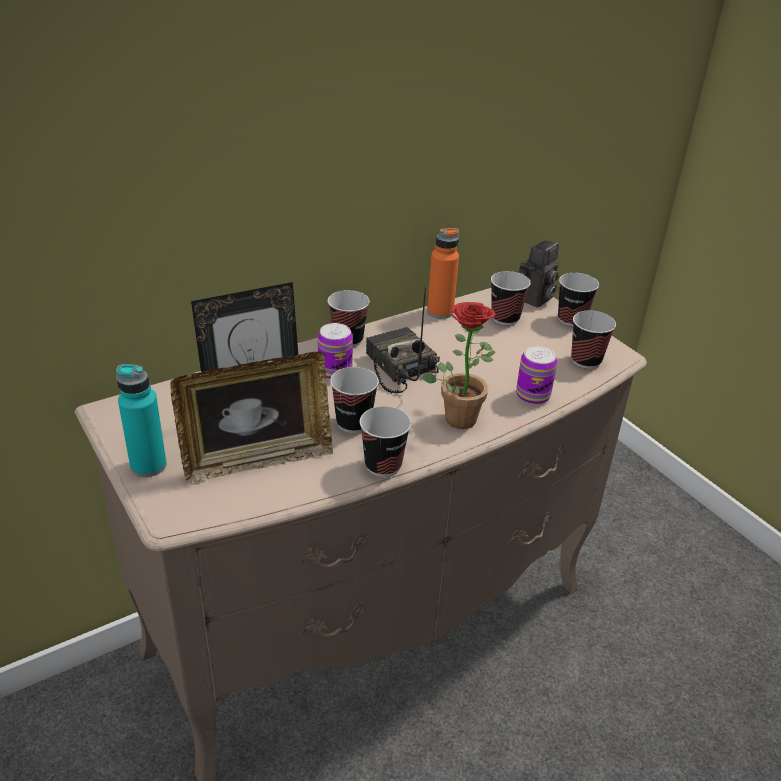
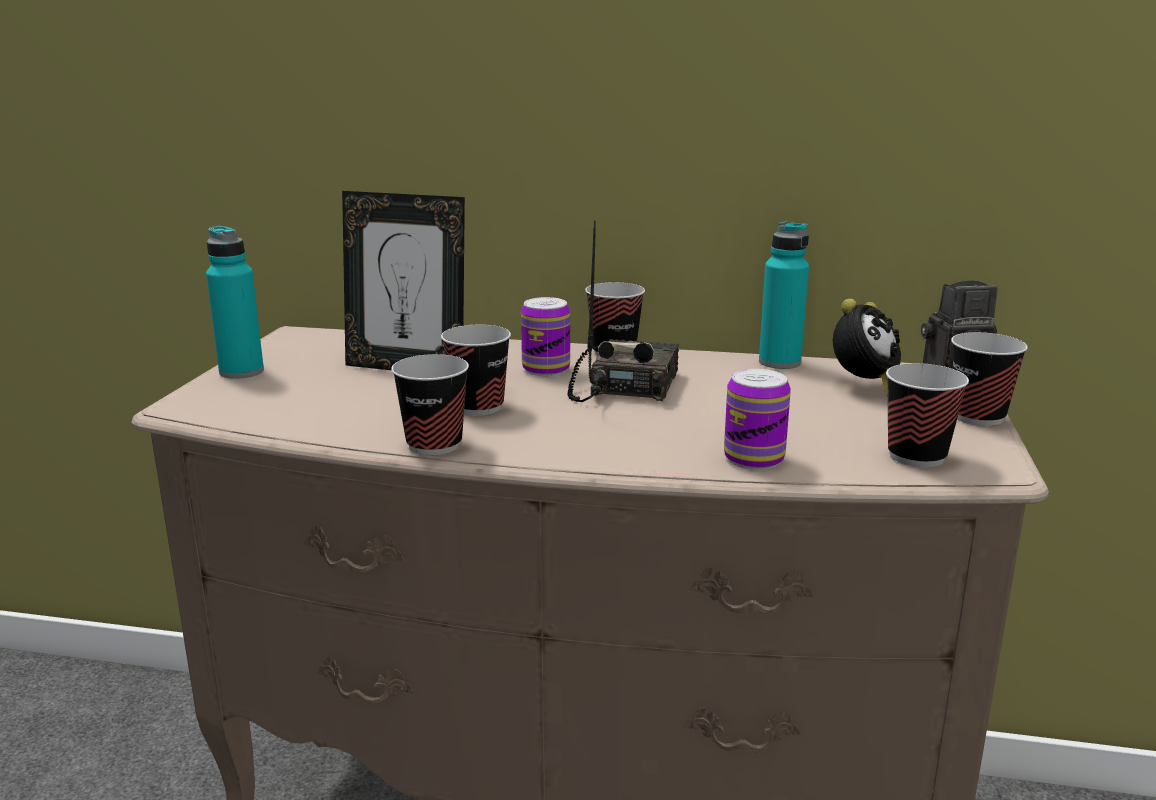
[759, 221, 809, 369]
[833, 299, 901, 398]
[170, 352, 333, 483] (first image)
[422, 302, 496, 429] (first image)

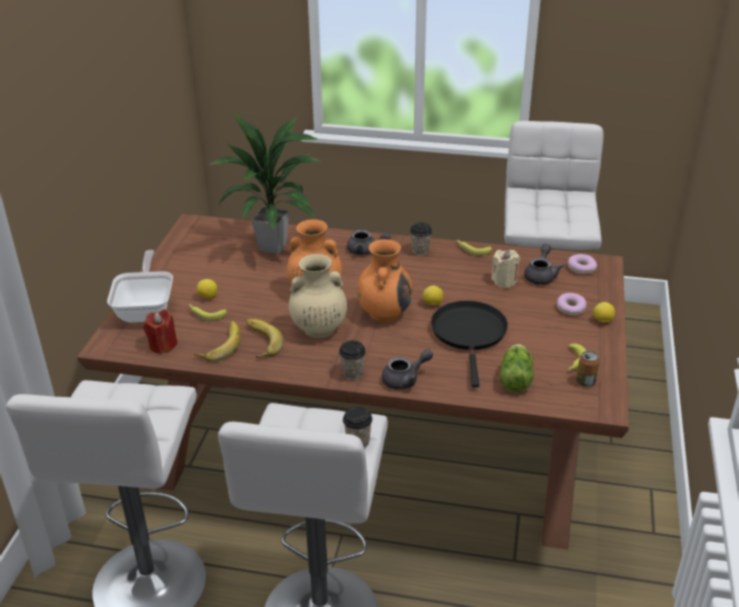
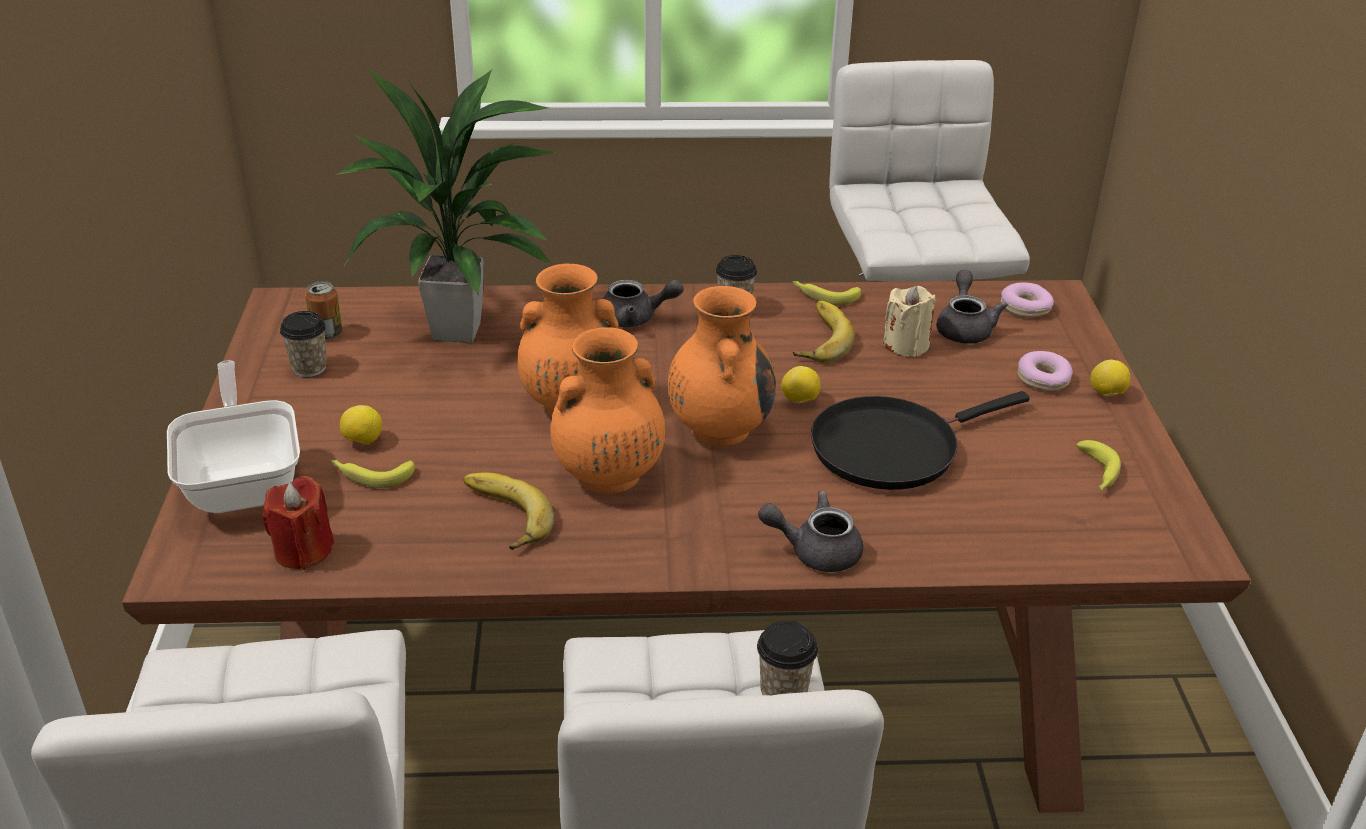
[280, 311, 327, 377]
[305, 281, 342, 340]
[550, 327, 666, 494]
[758, 491, 863, 572]
[793, 301, 855, 363]
[811, 391, 1030, 490]
[500, 344, 534, 393] (first image)

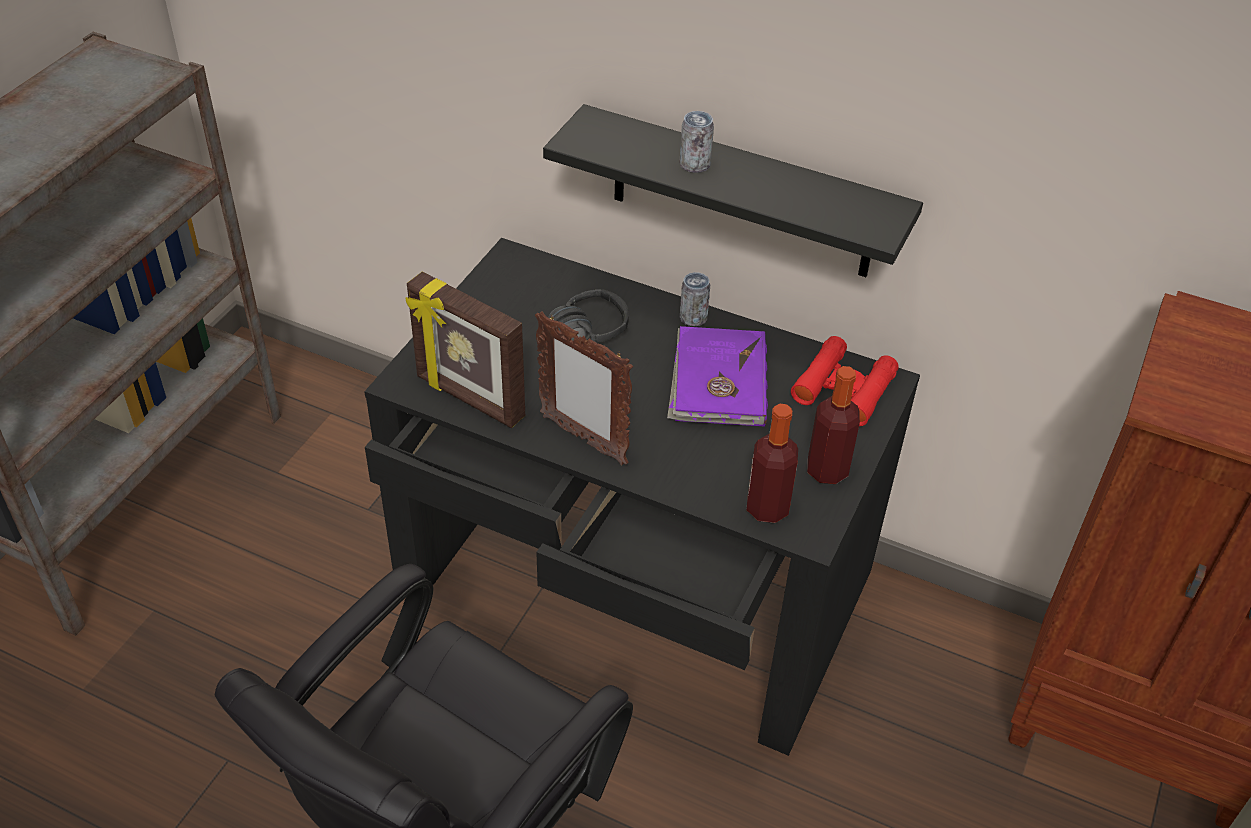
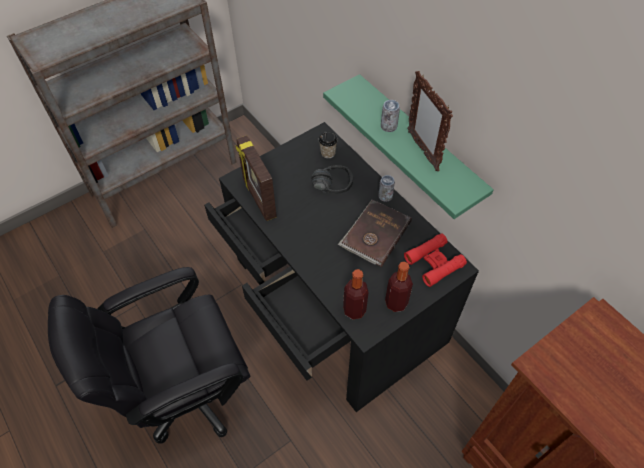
[319, 131, 338, 159]
[323, 74, 494, 219]
[338, 199, 412, 267]
[407, 71, 453, 171]

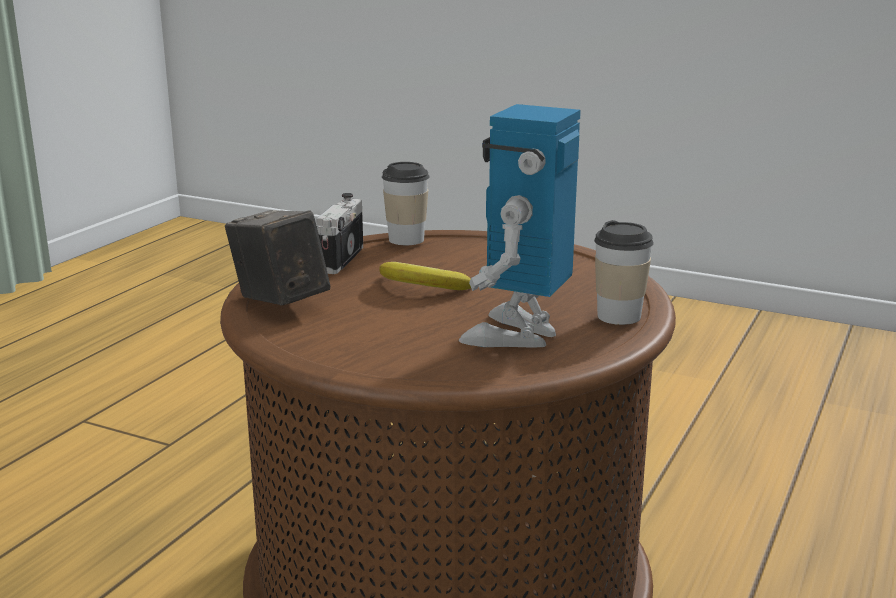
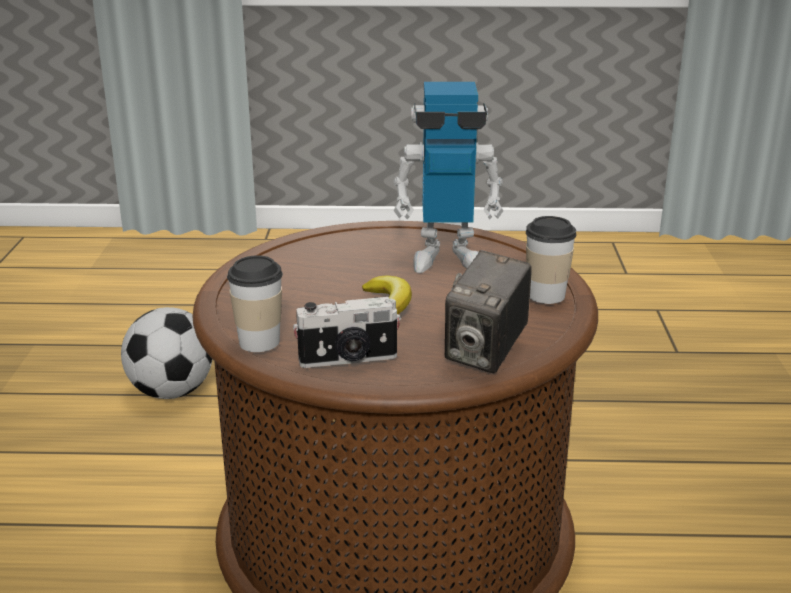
[121, 307, 212, 399]
[526, 216, 576, 304]

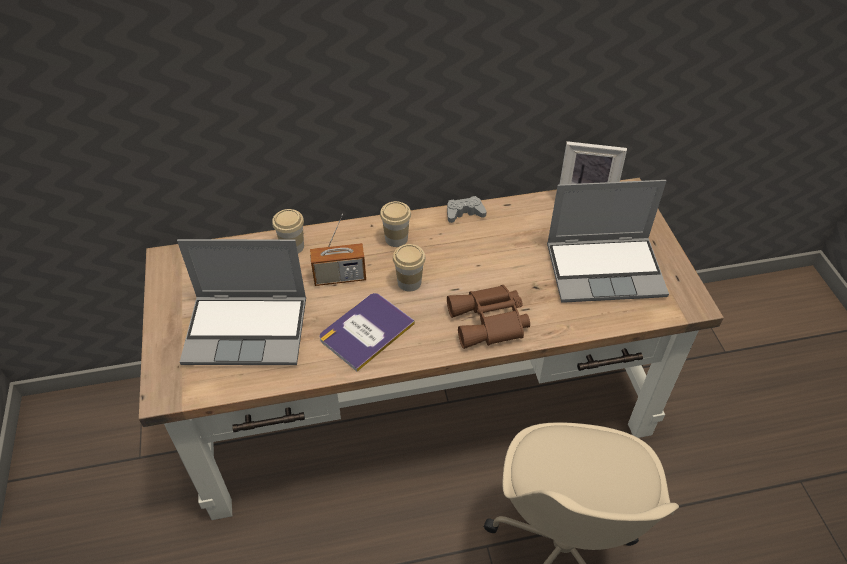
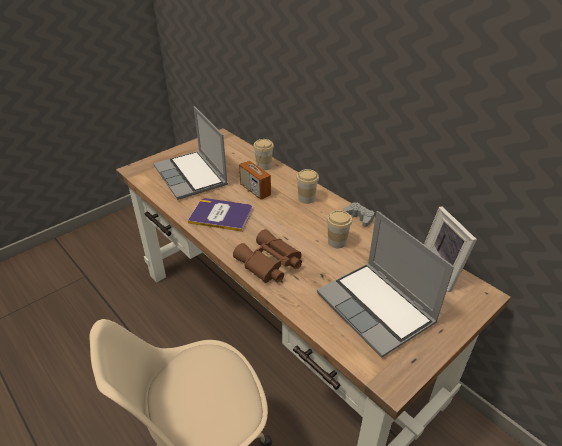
[327, 210, 352, 248]

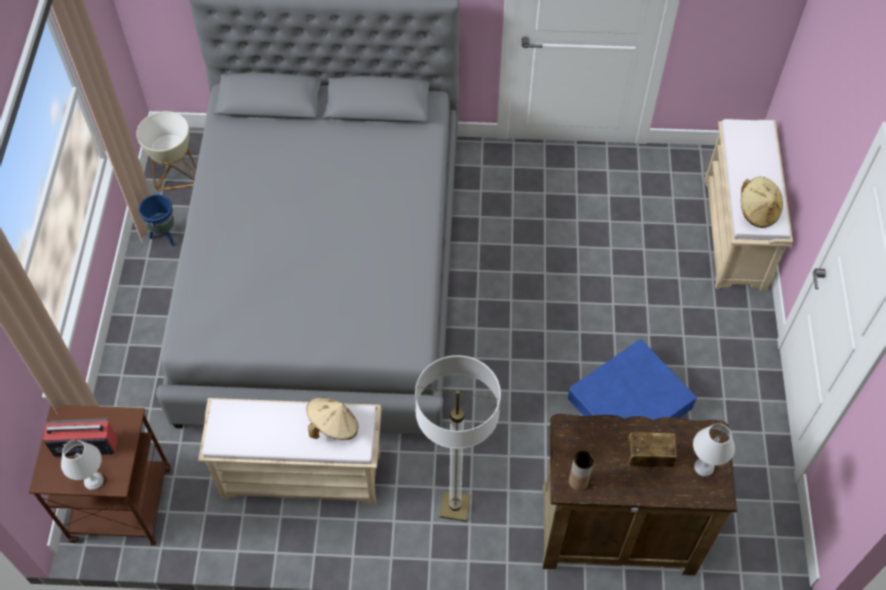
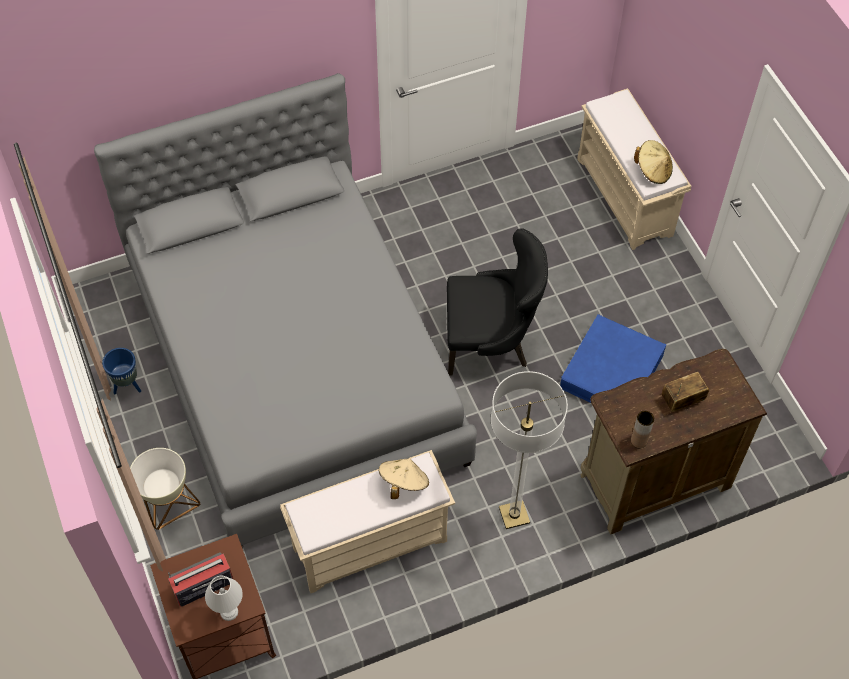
[130, 448, 200, 530]
[447, 228, 548, 375]
[693, 423, 735, 477] (first image)

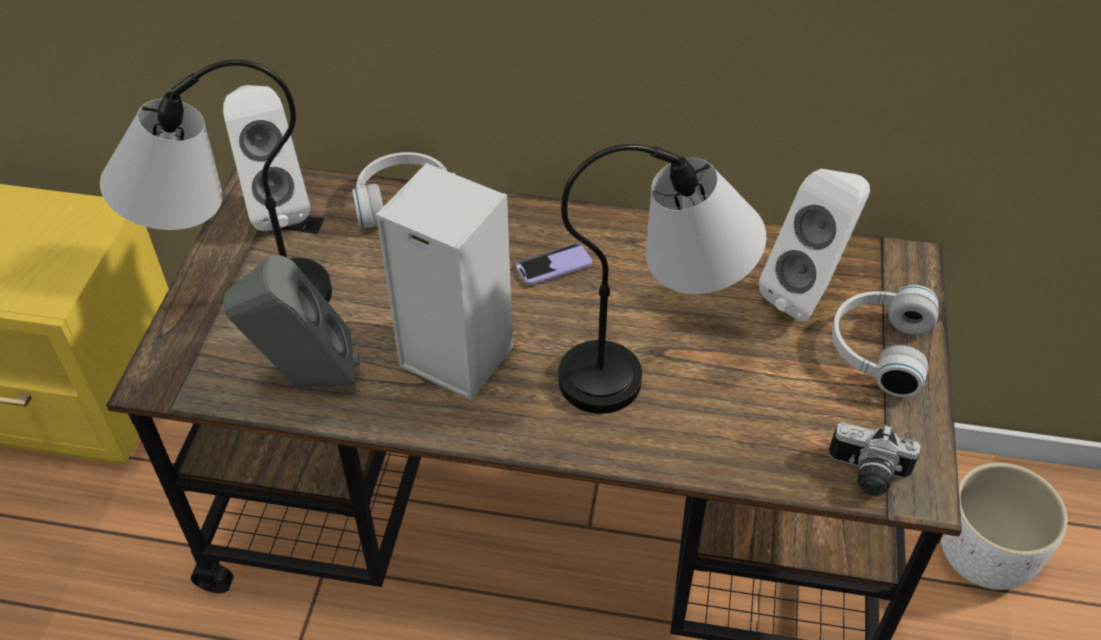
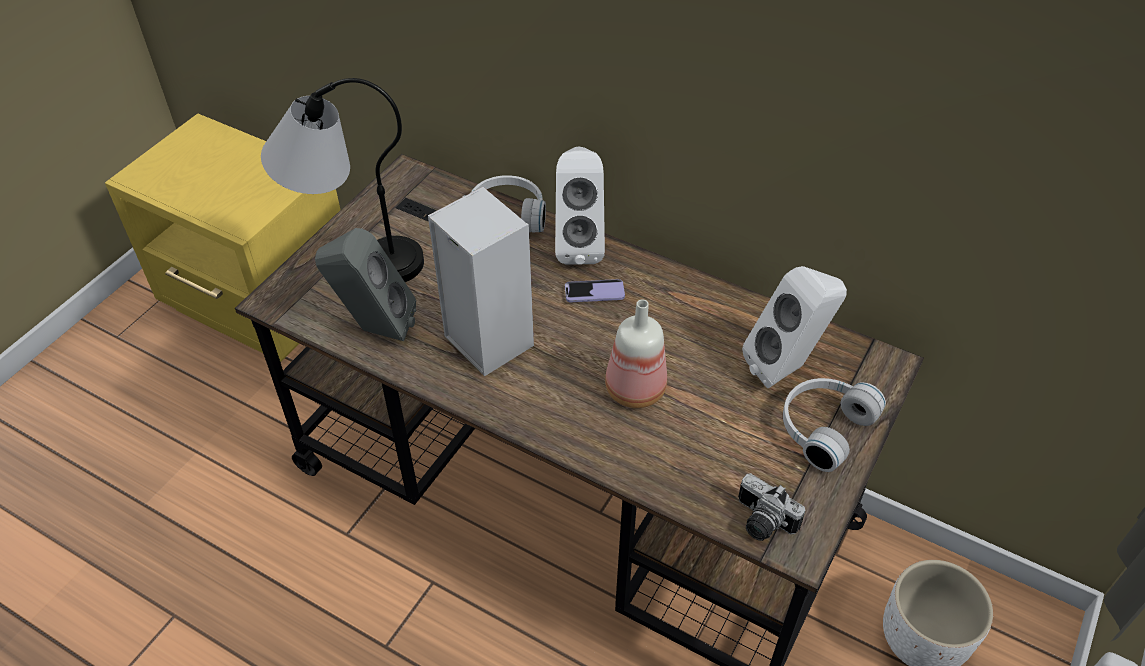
[555, 147, 605, 265]
[605, 299, 667, 408]

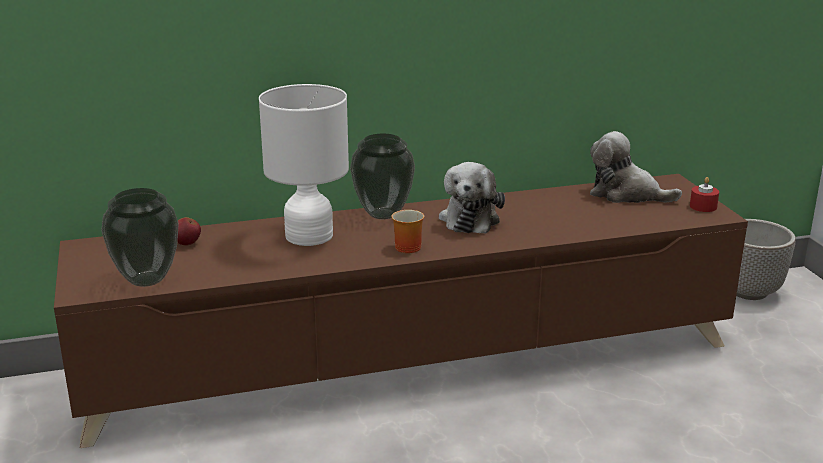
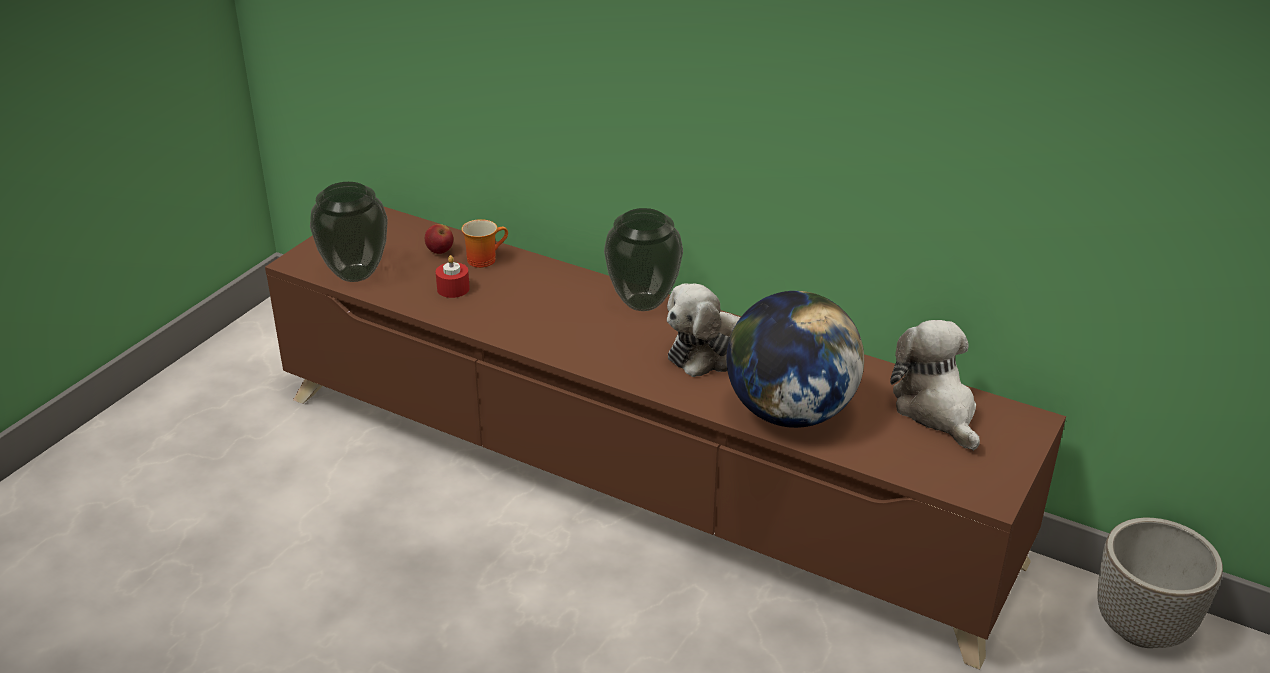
[435, 255, 470, 298]
[462, 219, 508, 268]
[726, 291, 864, 428]
[259, 84, 349, 246] (first image)

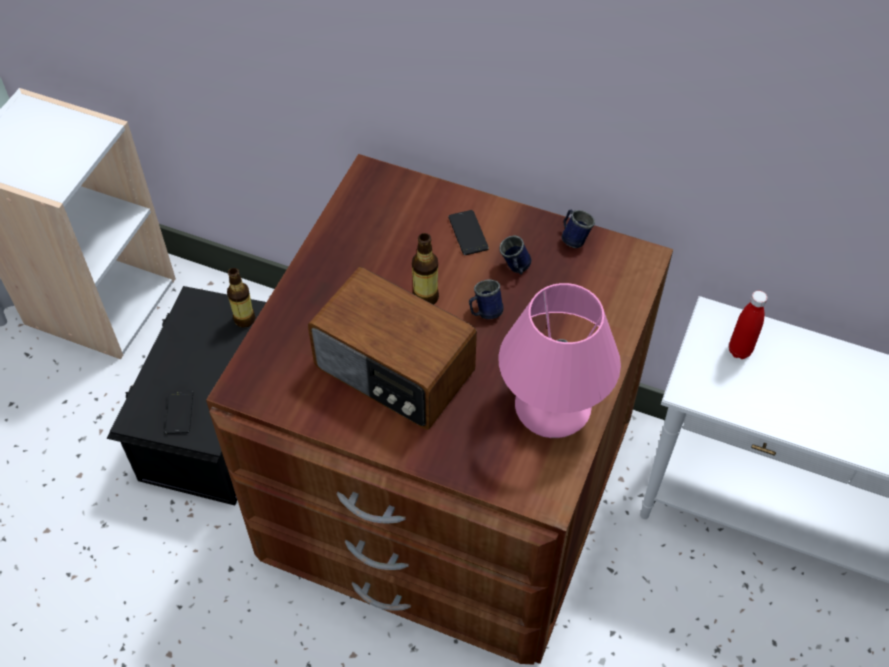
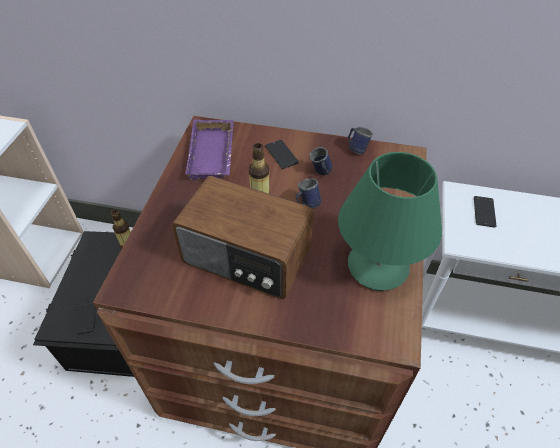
[185, 119, 233, 180]
[338, 152, 442, 291]
[474, 196, 496, 227]

